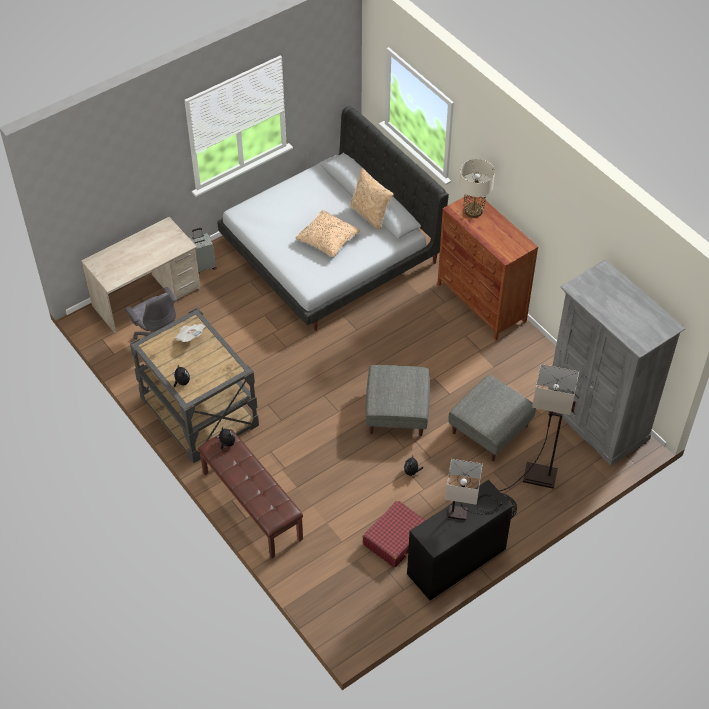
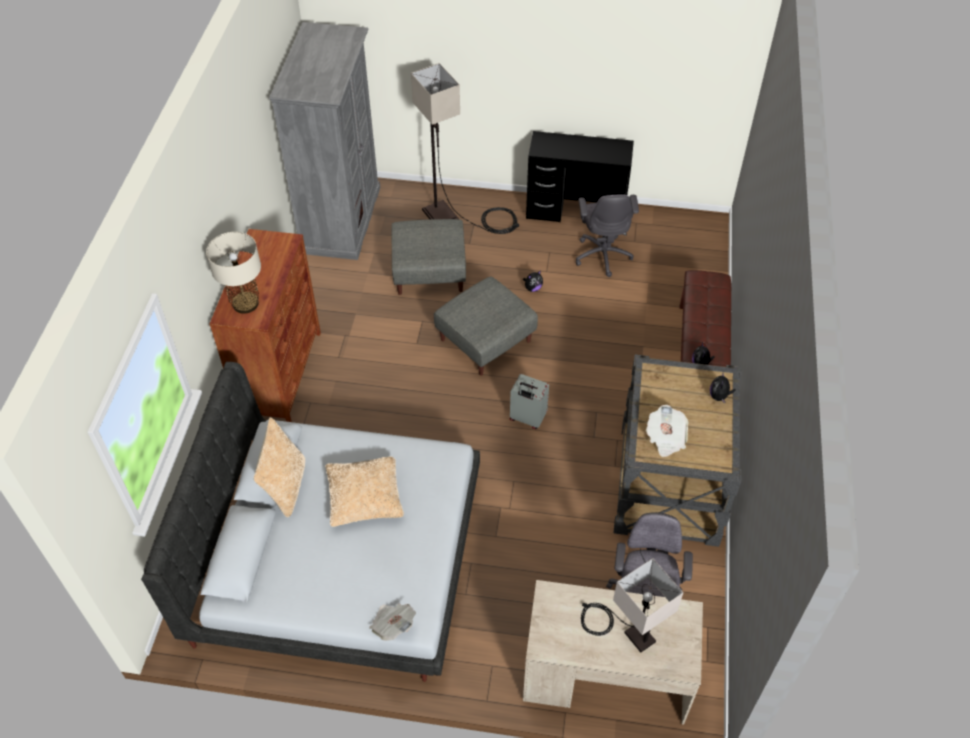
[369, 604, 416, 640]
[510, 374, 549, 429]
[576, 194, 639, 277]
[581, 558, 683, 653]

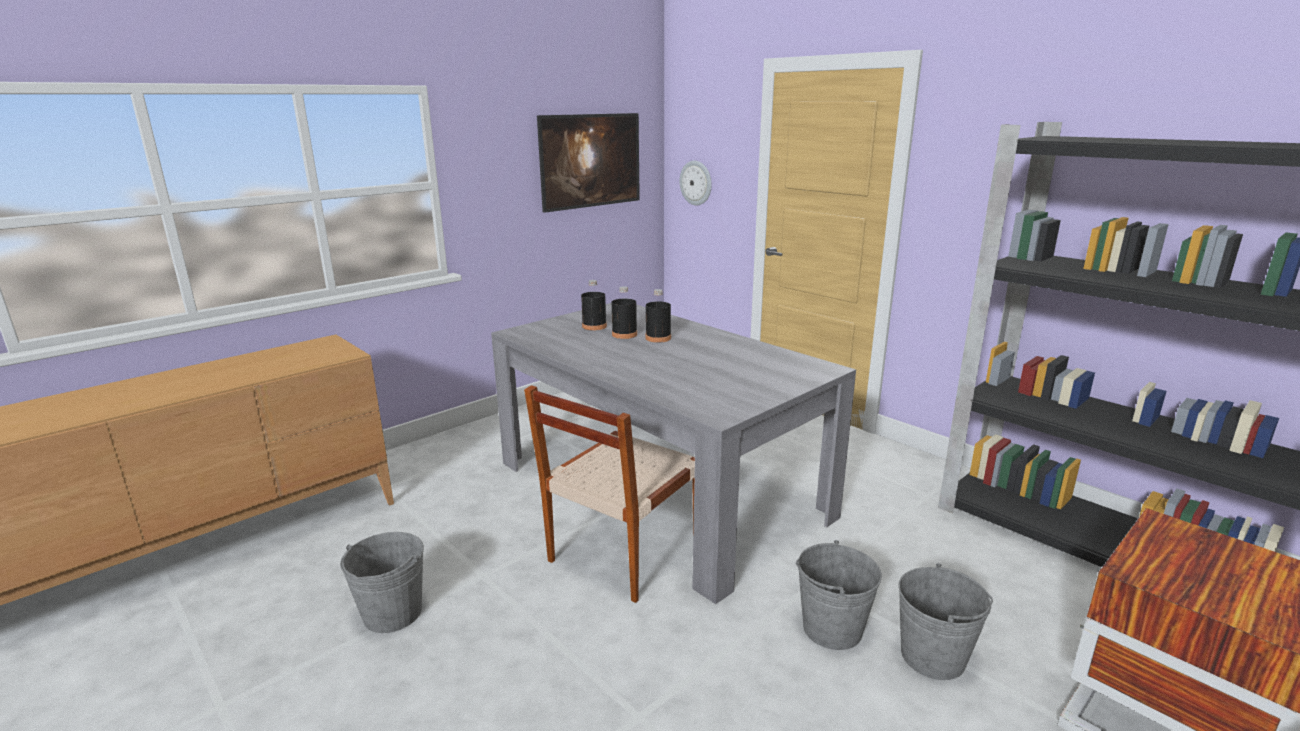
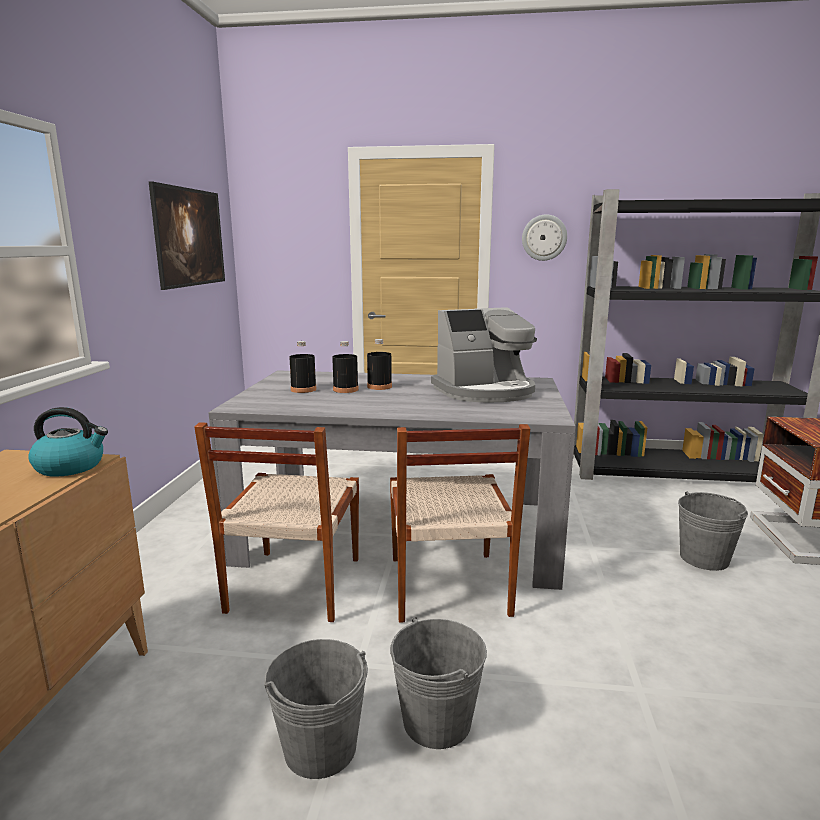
[28, 407, 108, 477]
[194, 422, 359, 622]
[390, 617, 487, 749]
[431, 307, 537, 403]
[522, 214, 567, 261]

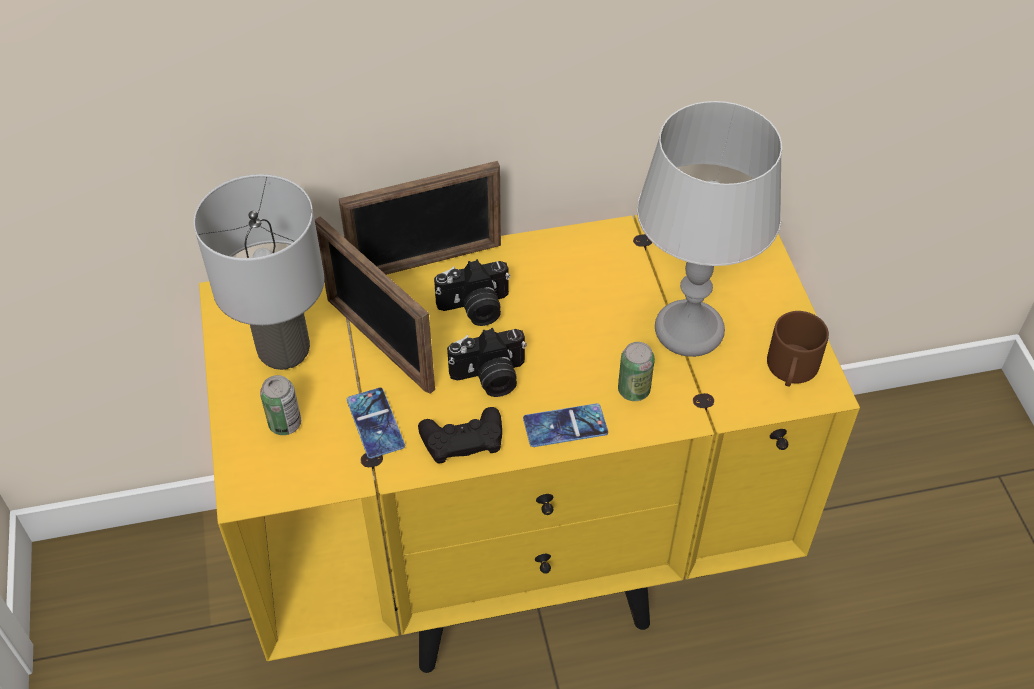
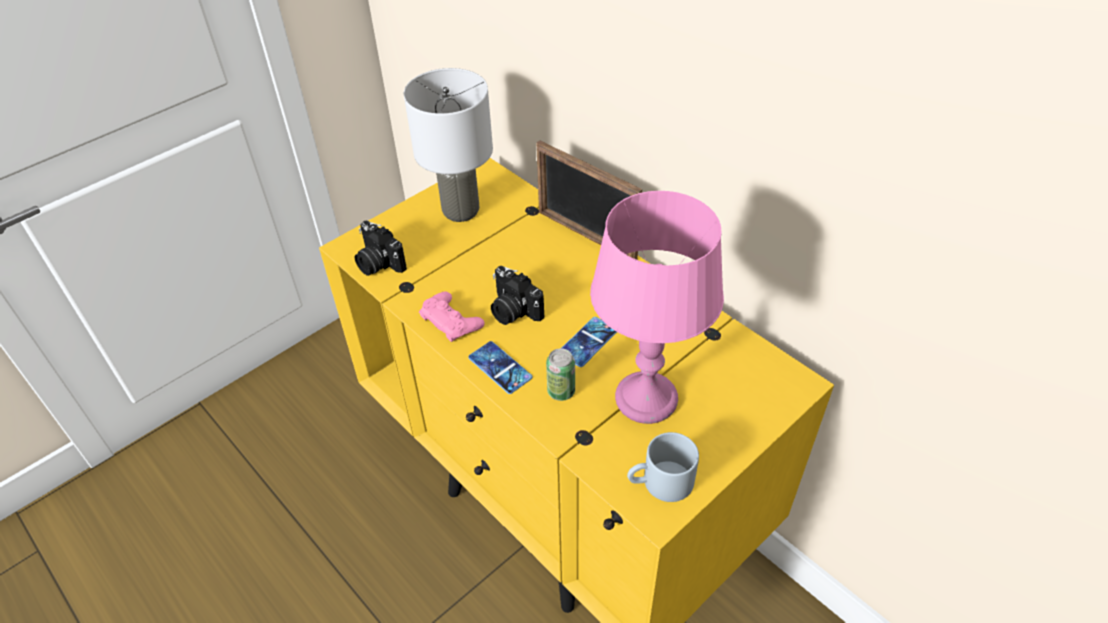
[355, 221, 407, 276]
[419, 292, 485, 342]
[562, 317, 617, 367]
[590, 191, 724, 424]
[627, 432, 699, 502]
[260, 375, 301, 435] (first image)
[315, 216, 435, 394] (first image)

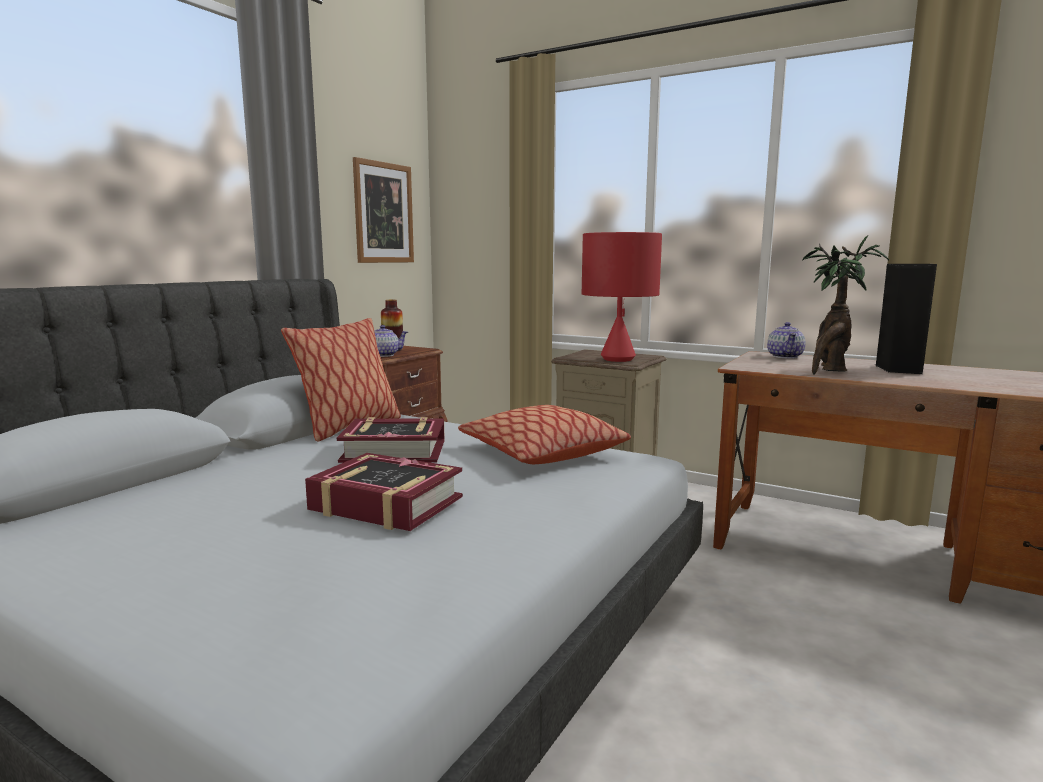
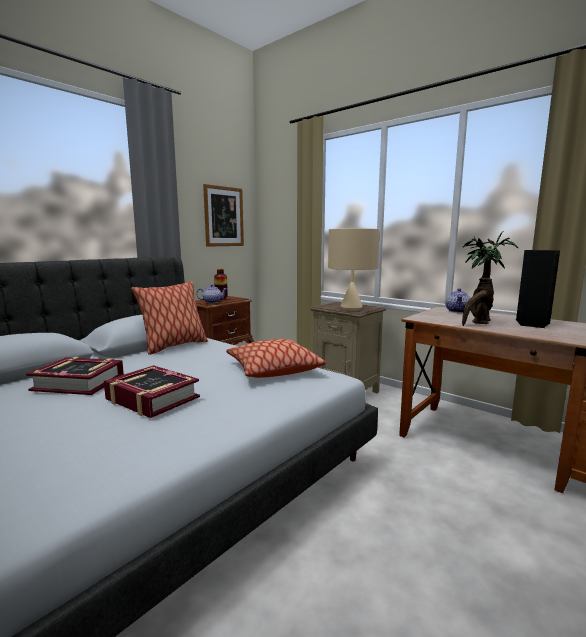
[26, 357, 124, 395]
[328, 228, 380, 311]

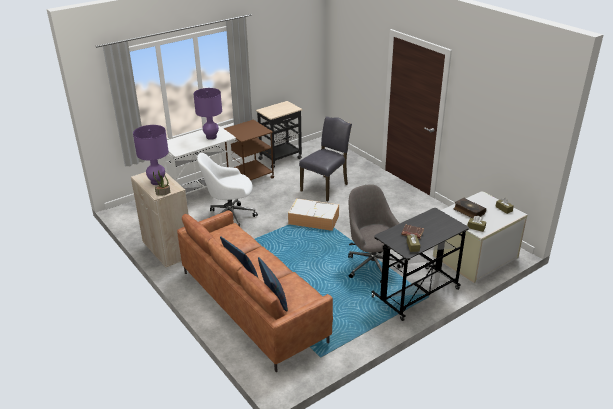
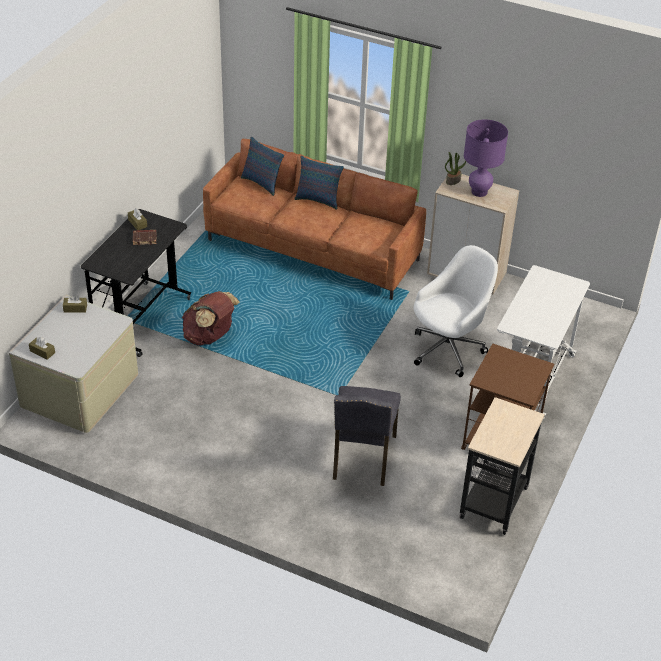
[182, 291, 240, 346]
[193, 88, 222, 140] (first image)
[288, 198, 339, 231] (first image)
[454, 198, 486, 219] (first image)

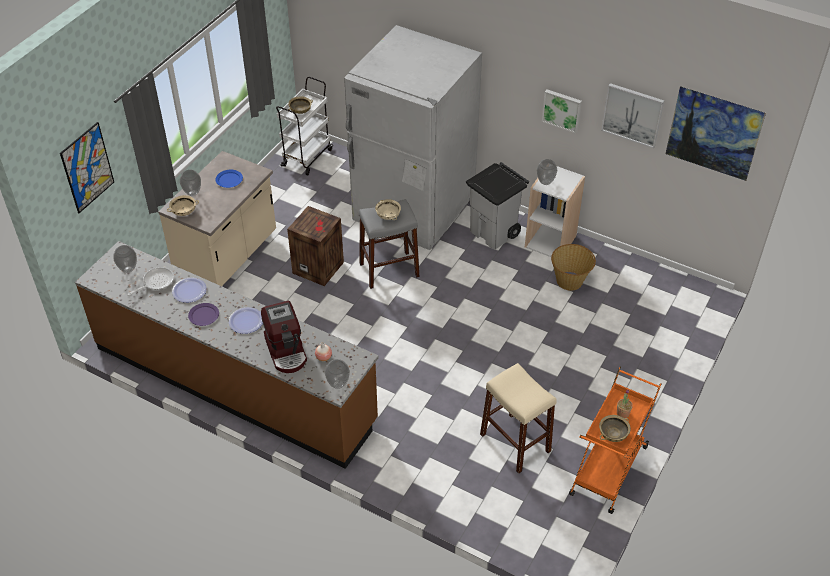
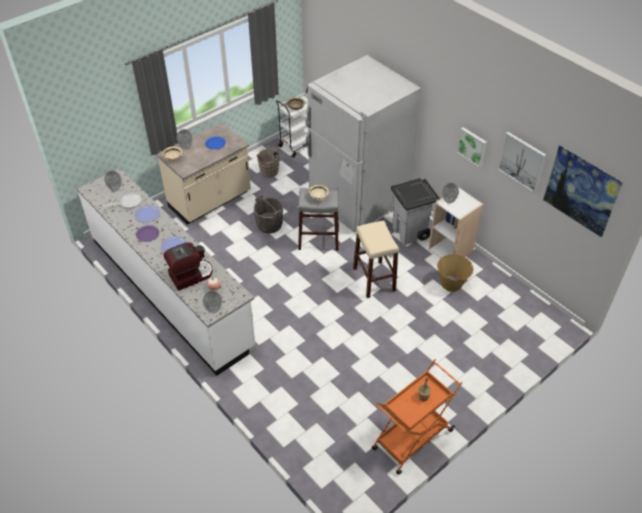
[77, 168, 255, 376]
[164, 242, 213, 291]
[254, 195, 283, 233]
[256, 146, 280, 178]
[353, 221, 399, 298]
[60, 122, 114, 213] (first image)
[599, 415, 631, 442] (first image)

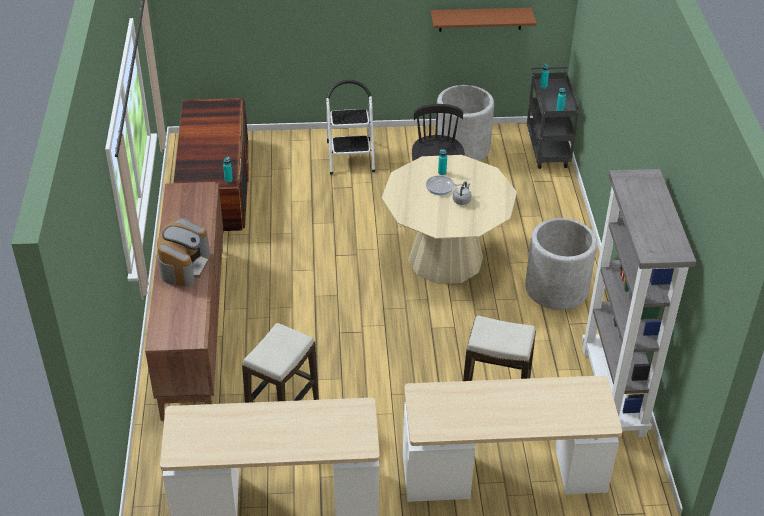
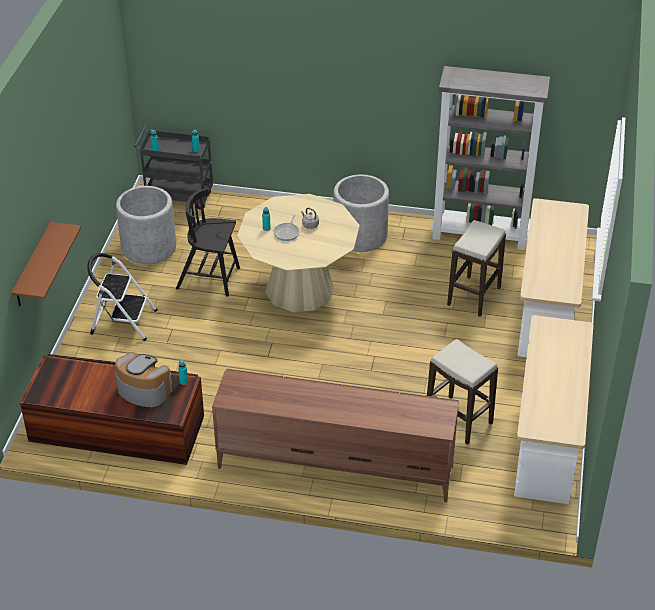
[11, 222, 81, 307]
[115, 352, 172, 407]

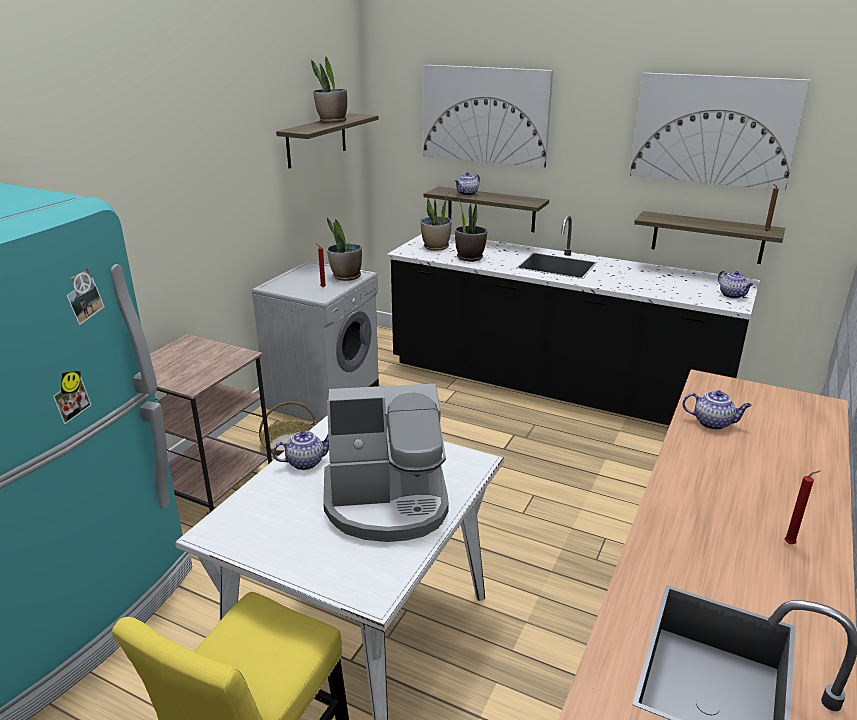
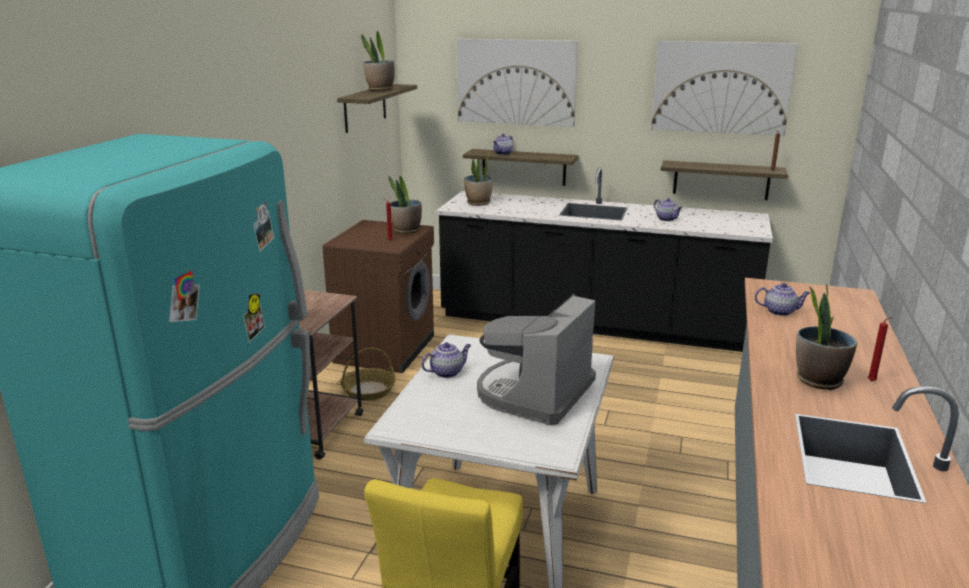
[323, 220, 434, 373]
[477, 294, 596, 425]
[654, 198, 682, 221]
[796, 284, 857, 390]

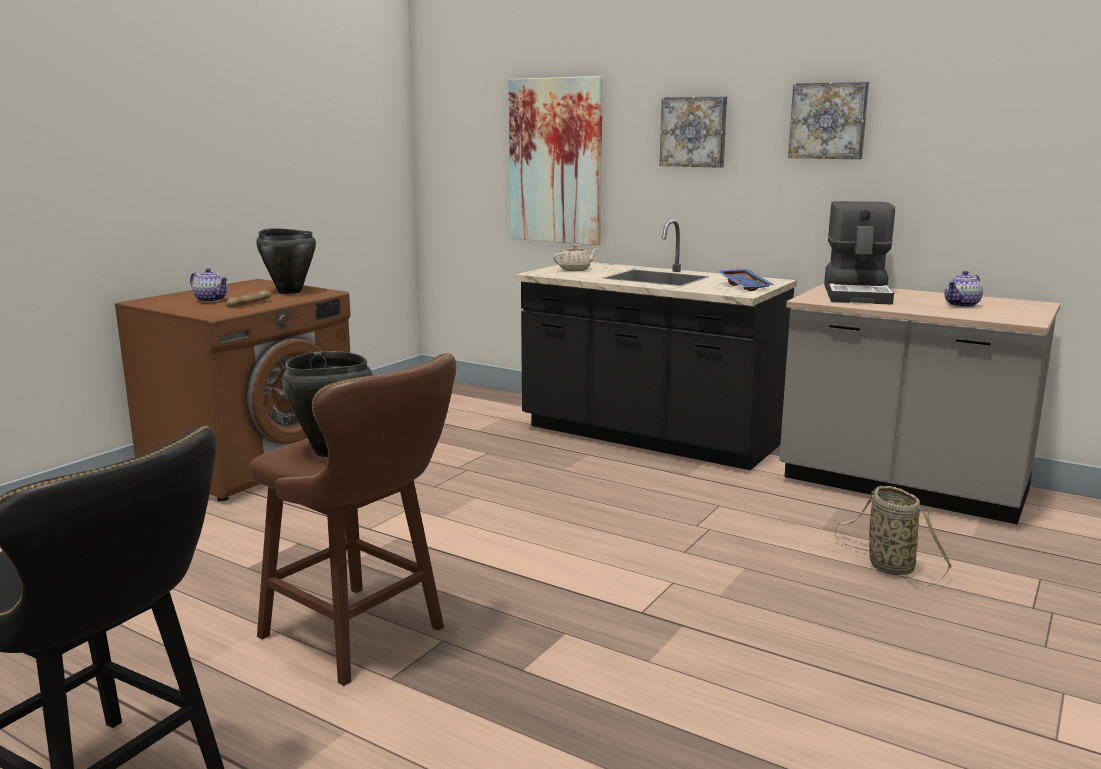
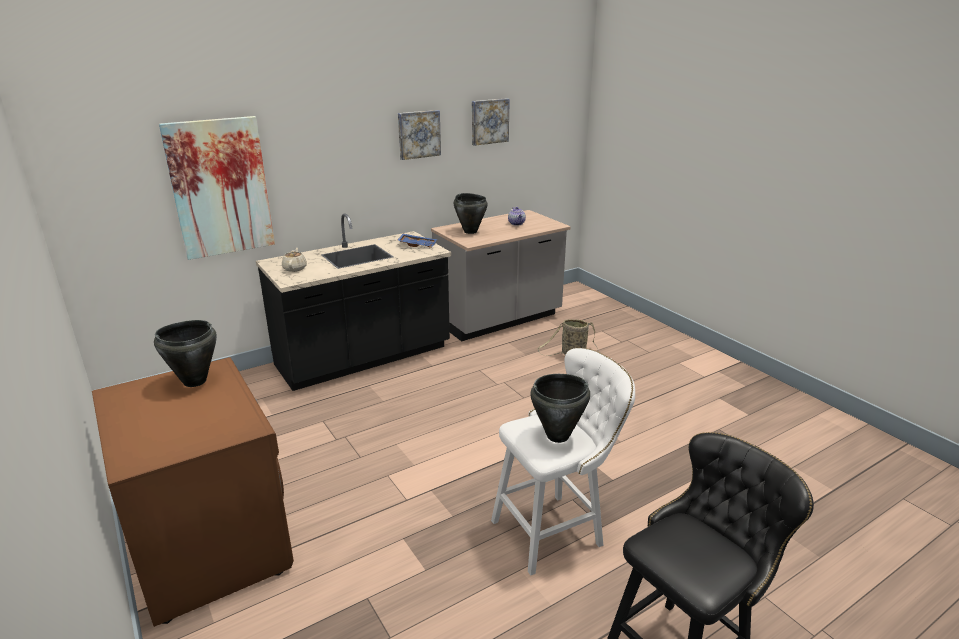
[454, 193, 488, 234]
[472, 98, 510, 146]
[491, 348, 635, 576]
[190, 268, 228, 302] (first image)
[226, 290, 271, 307] (first image)

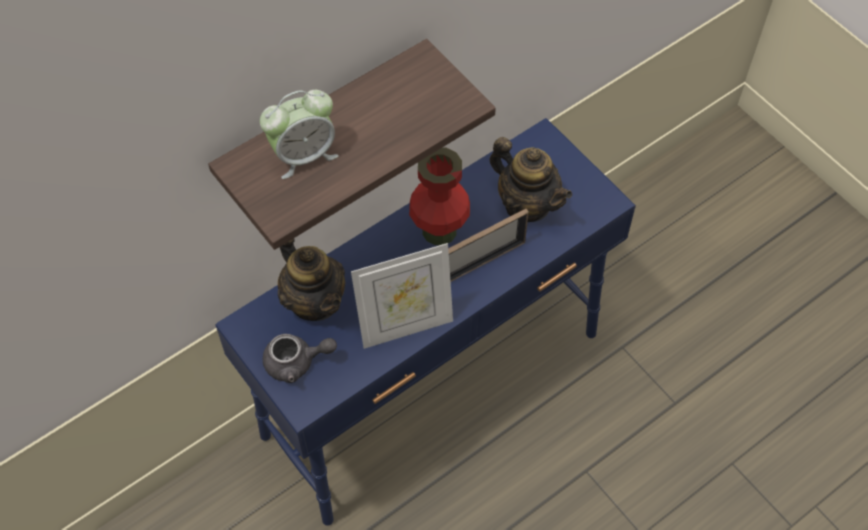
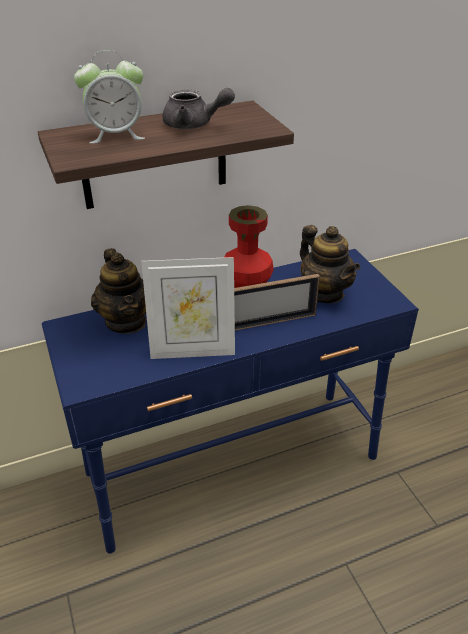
[163, 88, 235, 129]

